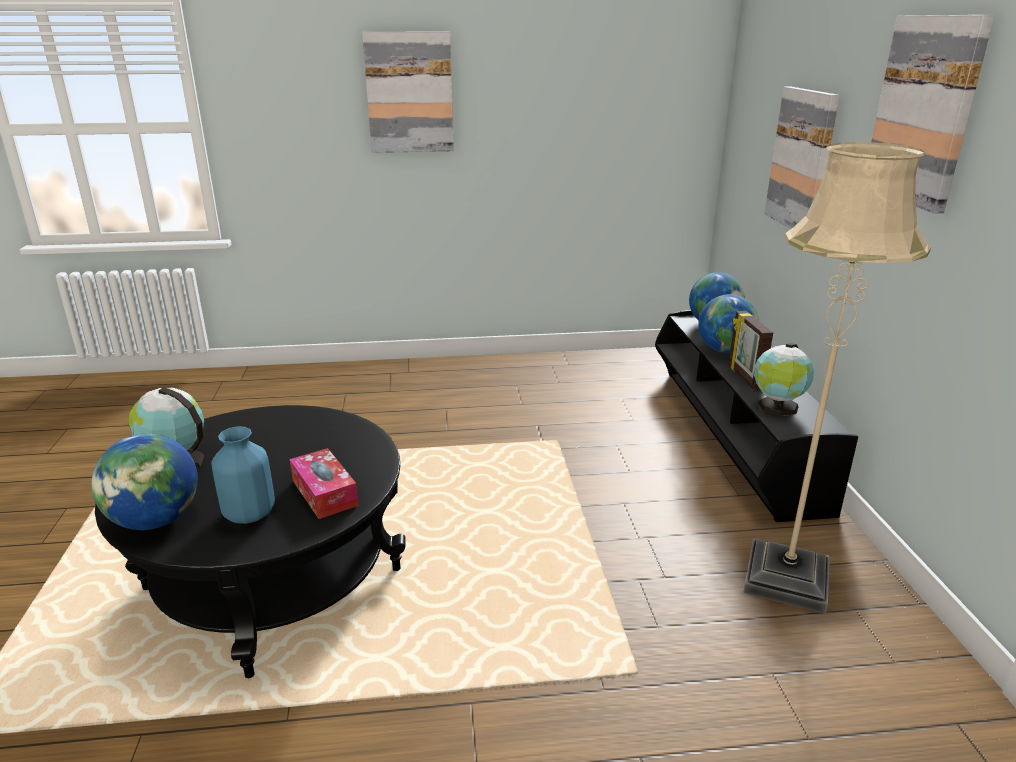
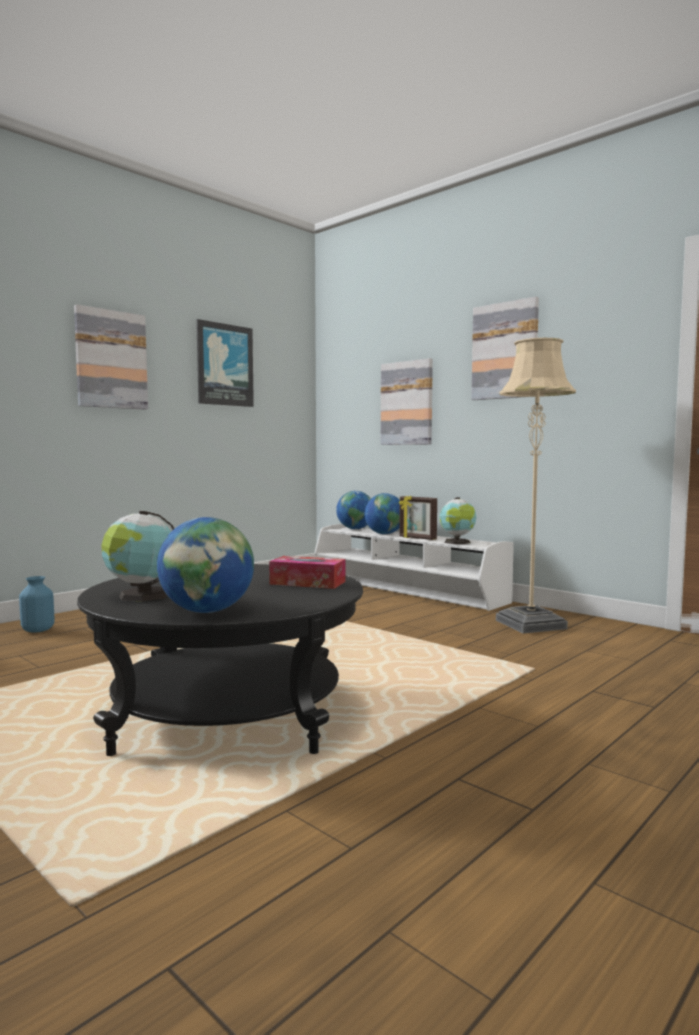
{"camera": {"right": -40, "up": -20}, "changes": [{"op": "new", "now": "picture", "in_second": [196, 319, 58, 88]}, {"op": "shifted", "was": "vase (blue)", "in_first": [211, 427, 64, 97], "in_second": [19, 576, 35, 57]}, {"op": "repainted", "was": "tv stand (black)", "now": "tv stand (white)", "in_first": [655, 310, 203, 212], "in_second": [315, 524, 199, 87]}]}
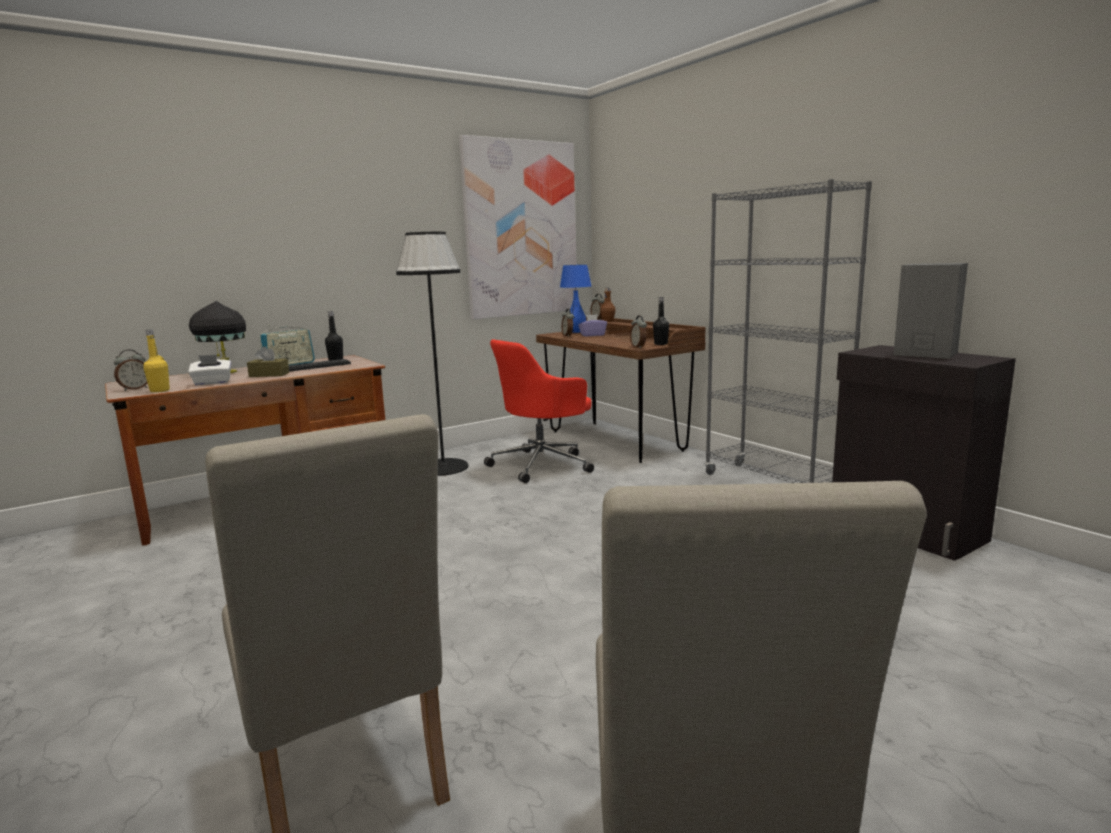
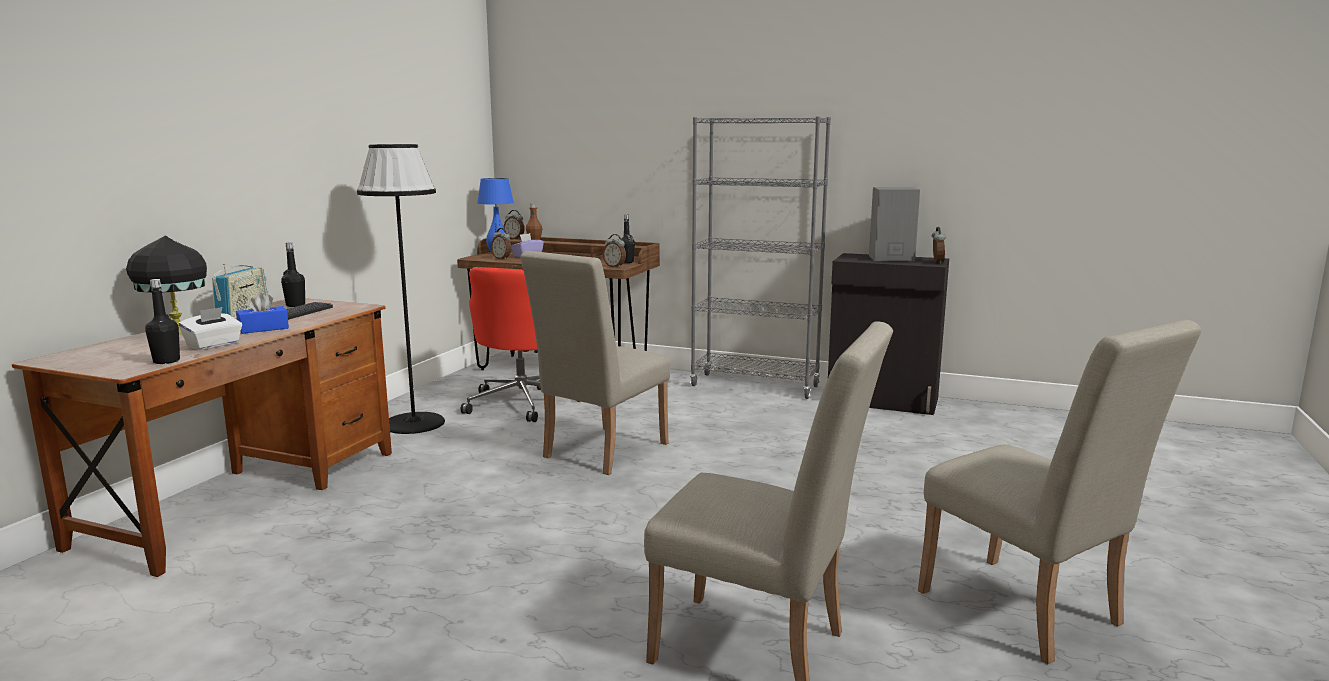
{"camera": {"right": -35, "up": 0}, "changes": [{"op": "gone", "was": "picture", "in_first": [459, 135, 118, 184]}, {"op": "new", "now": "chair (beige)", "in_second": [520, 251, 150, 224]}, {"op": "shifted", "was": "alarm clock", "in_first": [114, 350, 33, 41], "in_second": [932, 227, 14, 37]}, {"op": "repainted", "was": "bottle (yellow)", "now": "bottle (black)", "in_first": [143, 329, 27, 63], "in_second": [145, 279, 35, 85]}, {"op": "repainted", "was": "tissue box (brown)", "now": "tissue box (blue)", "in_first": [247, 347, 42, 30], "in_second": [236, 292, 53, 42]}]}
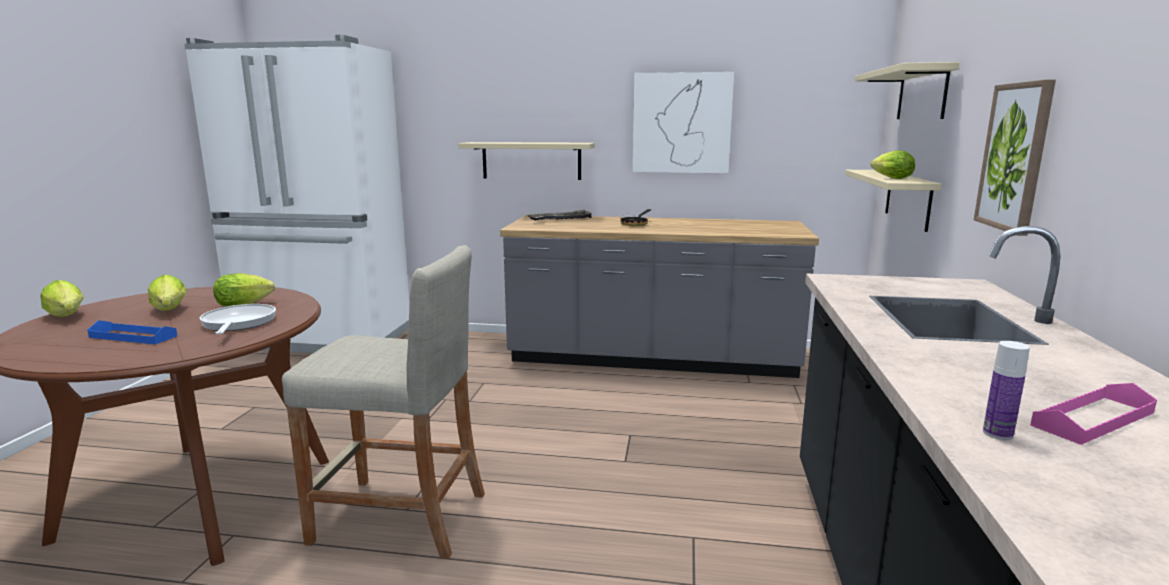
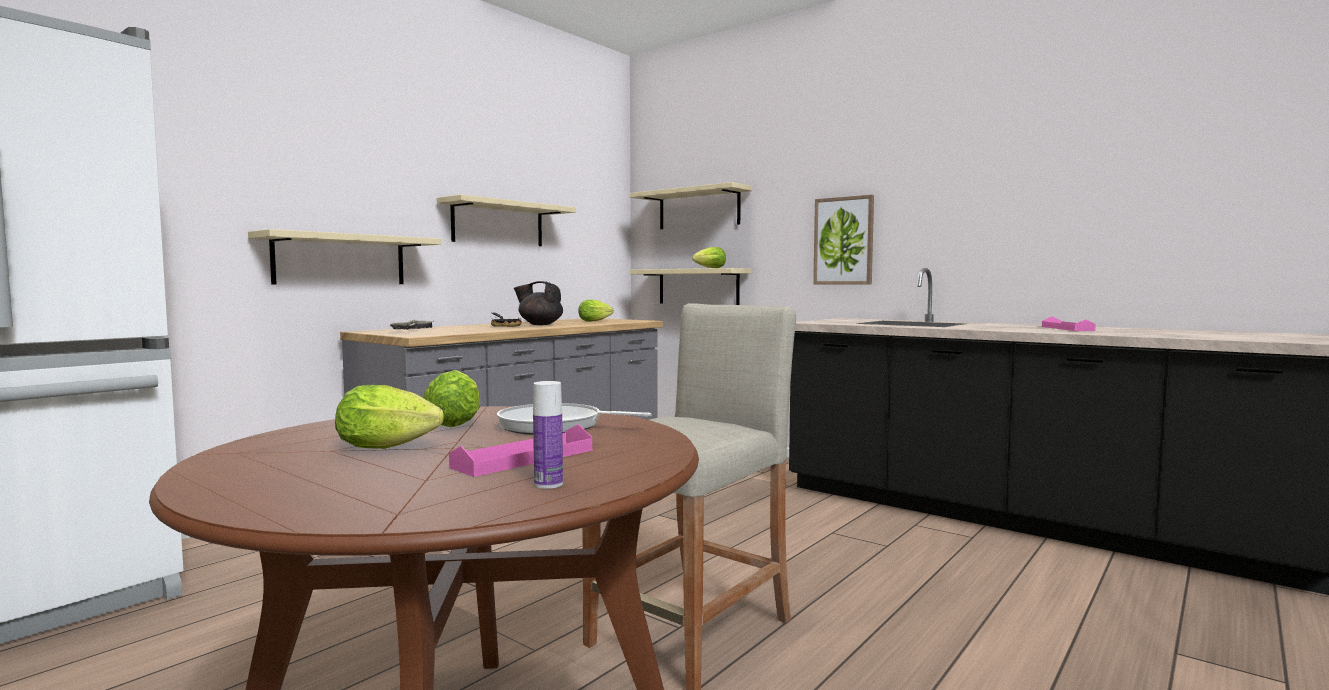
{"camera": {"right": -60, "up": -10}, "changes": [{"op": "new", "now": "teapot (black)", "in_second": [514, 281, 49, 44]}, {"op": "shifted", "was": "lettuce", "in_first": [40, 280, 44, 37], "in_second": [578, 300, 36, 22]}, {"op": "shifted", "was": "bottle", "in_first": [983, 341, 47, 99], "in_second": [533, 381, 30, 108]}, {"op": "swapped", "was": "picture", "now": "shelf (beige)", "in_first": [632, 72, 102, 101], "in_second": [437, 194, 139, 52]}, {"op": "repainted", "was": "tray (blue)", "now": "tray (pink)", "in_first": [87, 320, 90, 25], "in_second": [449, 424, 143, 53]}]}
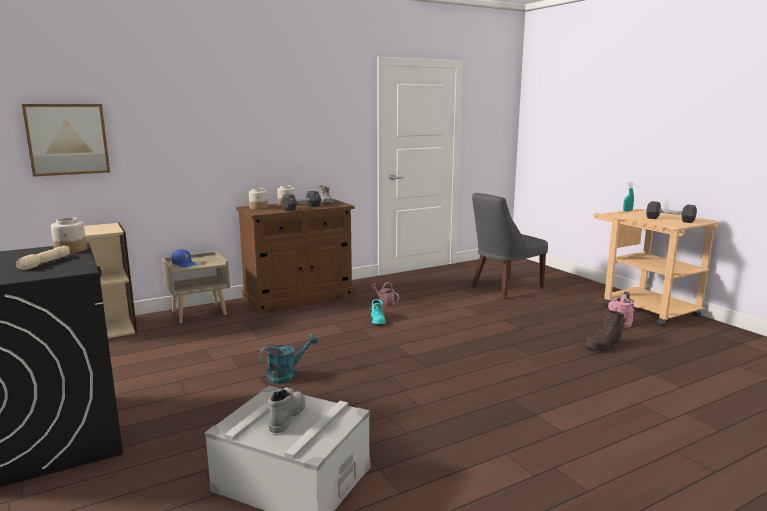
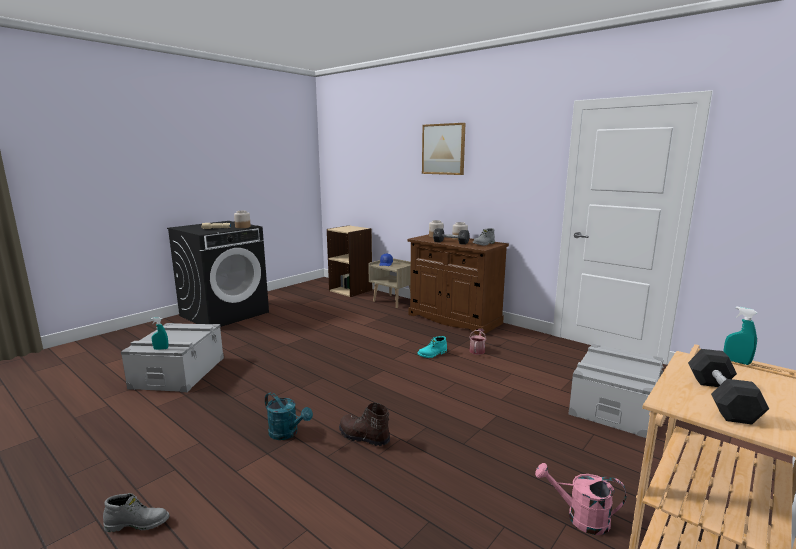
{"camera": {"right": 70, "up": 0}, "changes": [{"op": "new", "now": "spray bottle (turquoise)", "in_second": [151, 317, 17, 33]}, {"op": "shifted", "was": "picture", "in_first": [22, 104, 88, 73], "in_second": [422, 123, 43, 52]}, {"op": "shifted", "was": "watering can (turquoise)", "in_first": [259, 334, 59, 50], "in_second": [265, 392, 48, 48]}, {"op": "shifted", "was": "boot (grey)", "in_first": [268, 389, 38, 44], "in_second": [103, 493, 66, 39]}, {"op": "shifted", "was": "boot (brown)", "in_first": [584, 311, 42, 41], "in_second": [339, 402, 51, 44]}, {"op": "swapped", "was": "chair (grey)", "now": "storage box (grey)", "in_first": [471, 193, 77, 106], "in_second": [568, 344, 96, 94]}]}
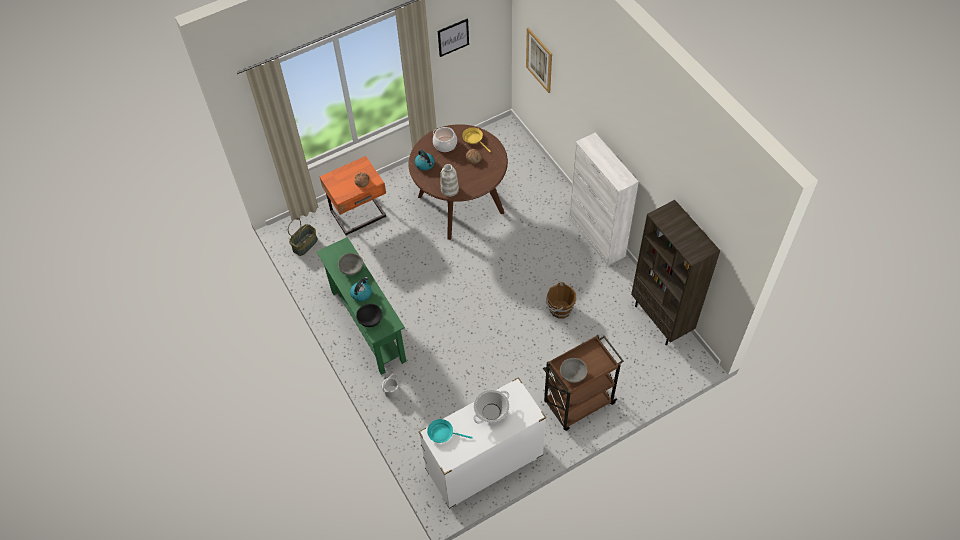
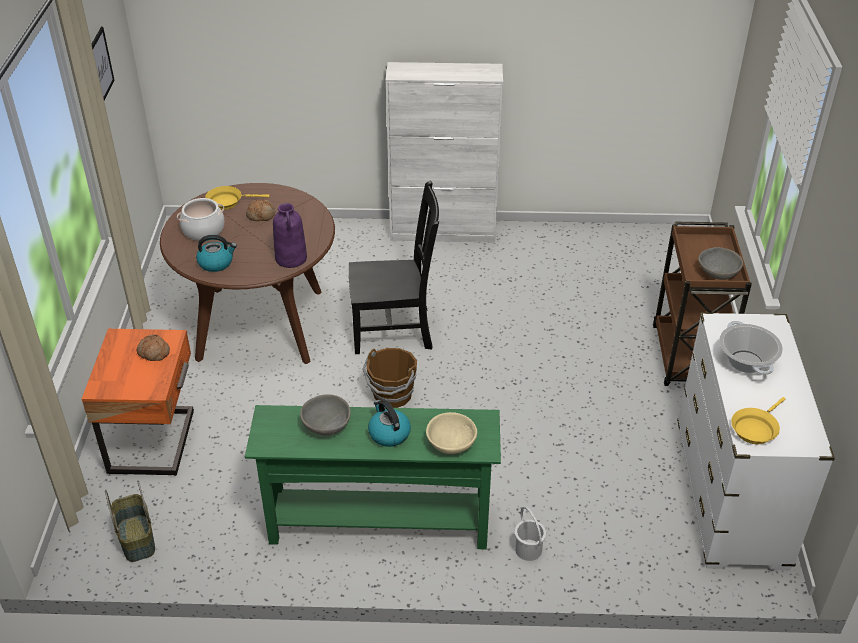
{"camera": {"right": -60, "up": -15}, "changes": [{"op": "gone", "was": "picture", "in_first": [526, 28, 26, 65]}, {"op": "gone", "was": "bookcase (brown)", "in_first": [631, 200, 89, 145]}, {"op": "new", "now": "chair (black)", "in_second": [349, 180, 90, 174]}, {"op": "shifted", "was": "bucket (brown)", "in_first": [546, 282, 31, 36], "in_second": [363, 348, 54, 60]}, {"op": "repainted", "was": "bowl (black)", "now": "bowl (beige)", "in_first": [356, 304, 26, 23], "in_second": [426, 412, 51, 42]}, {"op": "repainted", "was": "frying pan (turquoise)", "now": "frying pan (yellow)", "in_first": [427, 419, 45, 24], "in_second": [731, 397, 54, 47]}, {"op": "repainted", "was": "vase (white)", "now": "vase (purple)", "in_first": [440, 164, 19, 33], "in_second": [273, 203, 34, 65]}]}
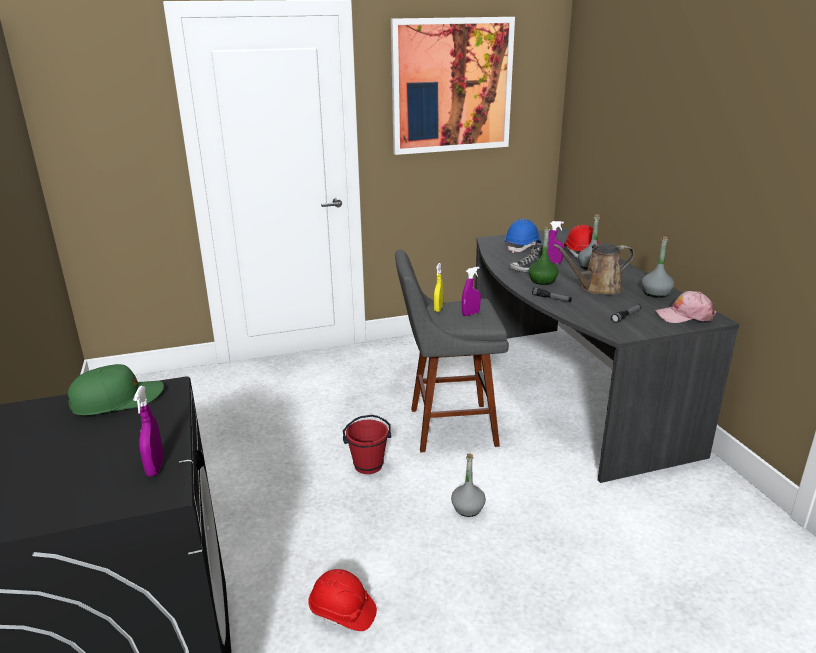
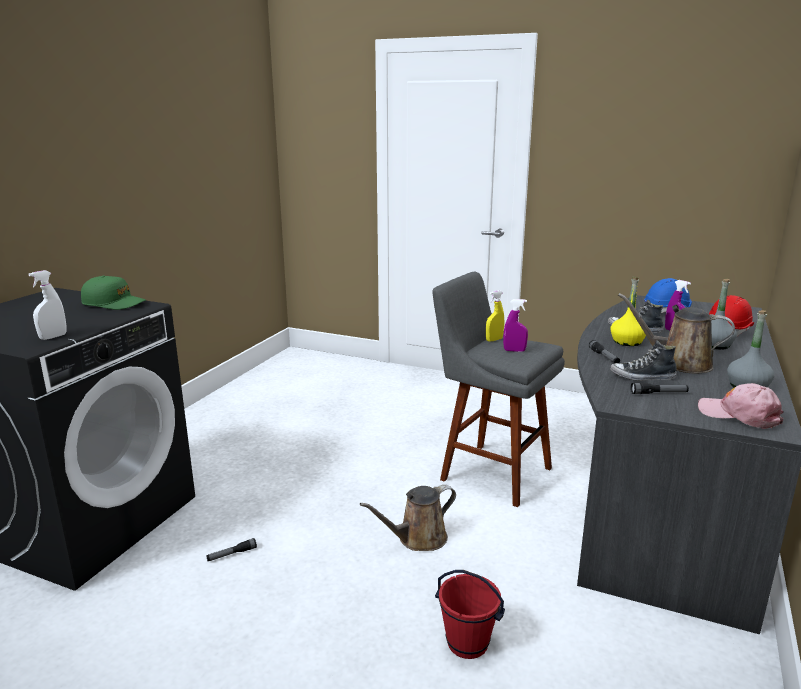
{"camera": {"right": 40, "up": -5}, "changes": [{"op": "gone", "was": "picture", "in_first": [391, 17, 124, 138]}, {"op": "new", "now": "shoe", "in_second": [610, 340, 67, 41]}, {"op": "shifted", "was": "bucket (red)", "in_first": [343, 415, 48, 59], "in_second": [435, 570, 70, 89]}, {"op": "swapped", "was": "hard hat (red)", "now": "flashlight", "in_first": [308, 569, 69, 62], "in_second": [206, 538, 51, 23]}, {"op": "swapped", "was": "bottle (grey)", "now": "watering can (brown)", "in_first": [451, 453, 35, 64], "in_second": [360, 485, 96, 66]}, {"op": "repainted", "was": "spray bottle (purple)", "now": "spray bottle (white)", "in_first": [133, 386, 31, 90], "in_second": [28, 270, 39, 70]}, {"op": "repainted", "was": "bottle (green)", "now": "bottle (yellow)", "in_first": [529, 227, 30, 58], "in_second": [610, 277, 36, 69]}]}
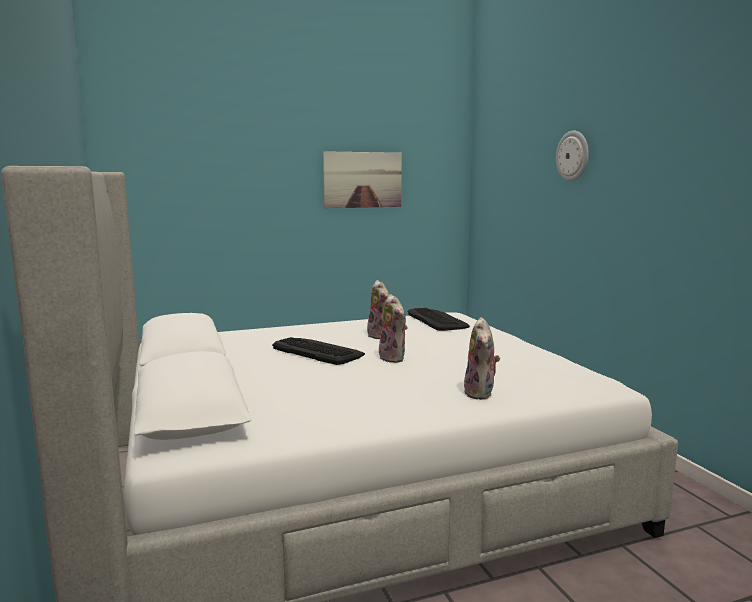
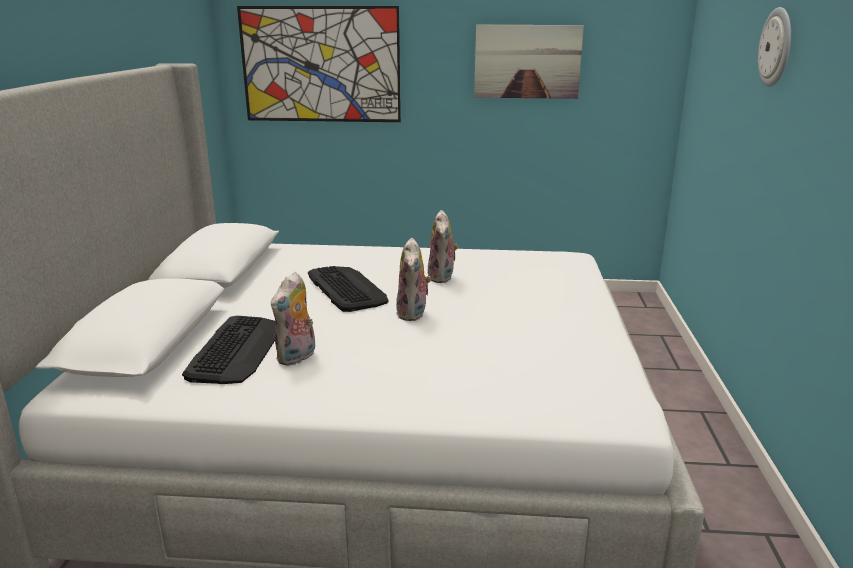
{"camera": {"right": 25, "up": 10}, "changes": [{"op": "new", "now": "picture", "in_second": [237, 6, 164, 116]}, {"op": "shifted", "was": "keyboard", "in_first": [408, 308, 62, 23], "in_second": [182, 316, 93, 68]}, {"op": "shifted", "was": "plush toy", "in_first": [463, 317, 37, 83], "in_second": [271, 272, 44, 94]}]}
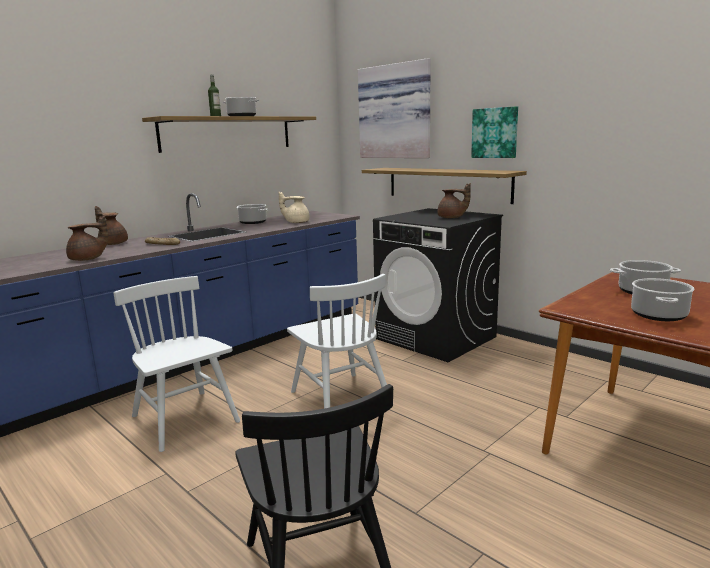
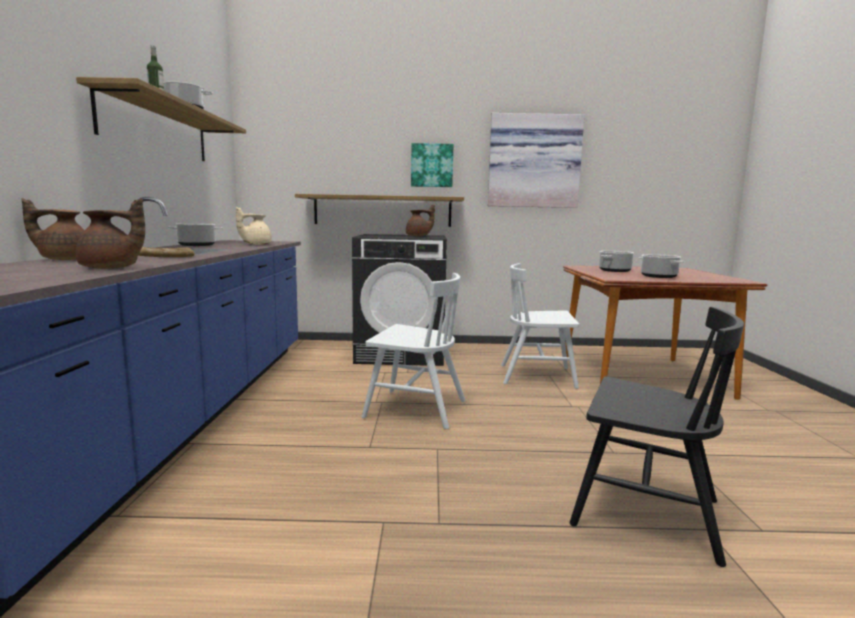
{"camera": {"right": -45, "up": -5}, "changes": [{"op": "shifted", "was": "chair (white)", "in_first": [113, 276, 127, 176], "in_second": [501, 263, 78, 126]}, {"op": "shifted", "was": "picture", "in_first": [358, 58, 73, 100], "in_second": [488, 113, 96, 95]}, {"op": "rotated", "was": "teapot (brown)", "in_first": [66, 215, 42, 46], "in_second": [76, 199, 69, 70], "clockwise": 75}]}
